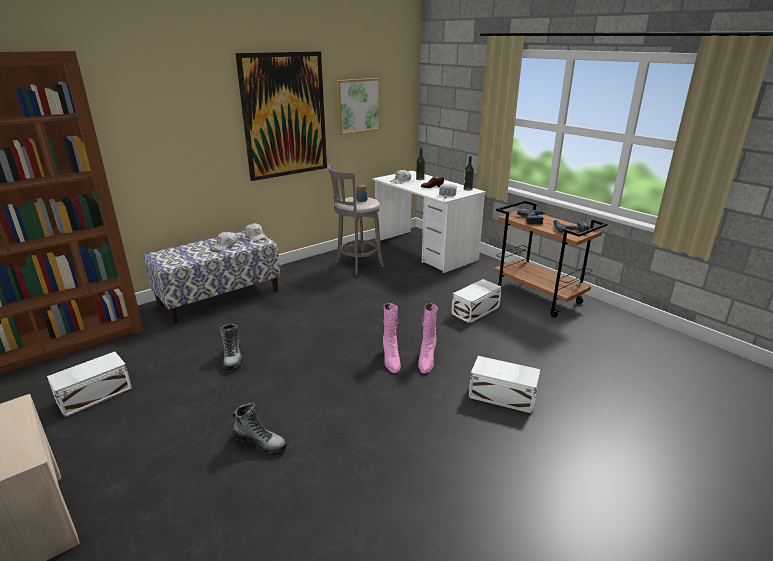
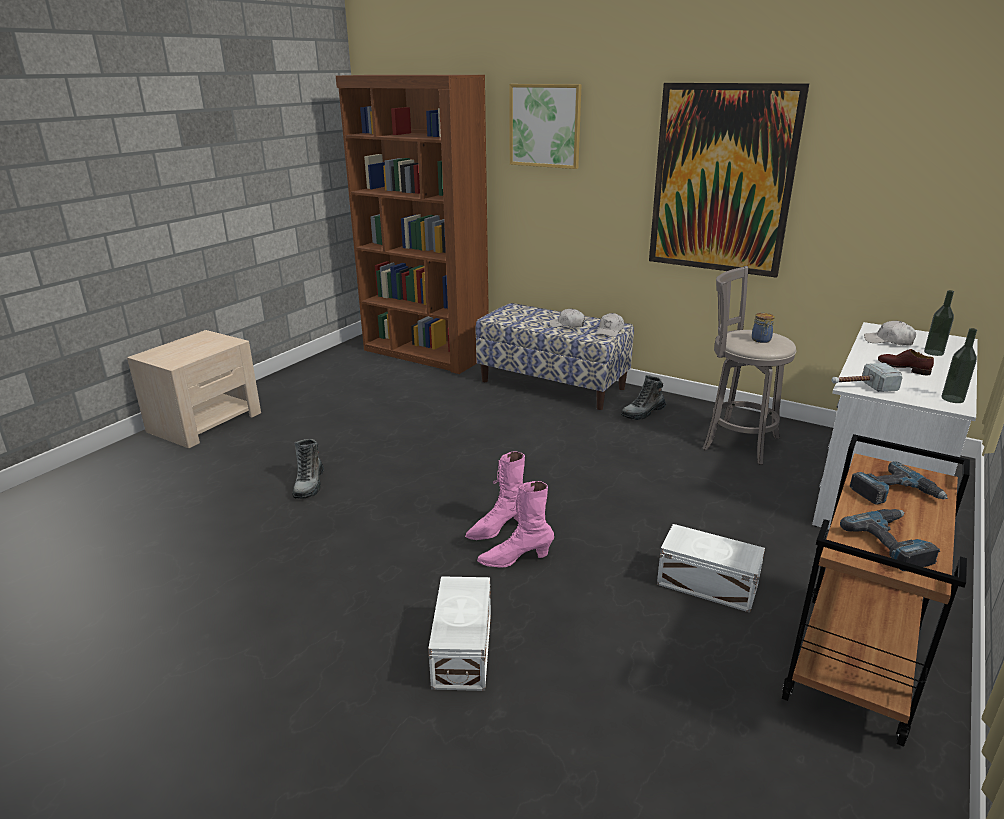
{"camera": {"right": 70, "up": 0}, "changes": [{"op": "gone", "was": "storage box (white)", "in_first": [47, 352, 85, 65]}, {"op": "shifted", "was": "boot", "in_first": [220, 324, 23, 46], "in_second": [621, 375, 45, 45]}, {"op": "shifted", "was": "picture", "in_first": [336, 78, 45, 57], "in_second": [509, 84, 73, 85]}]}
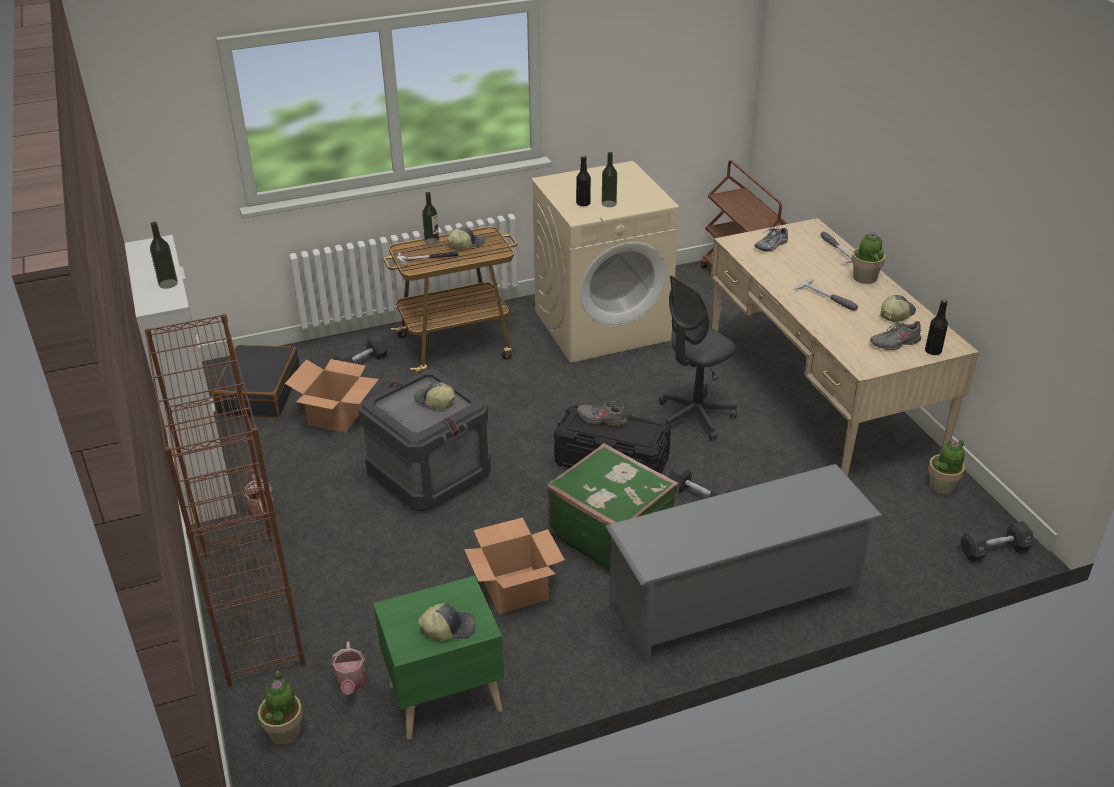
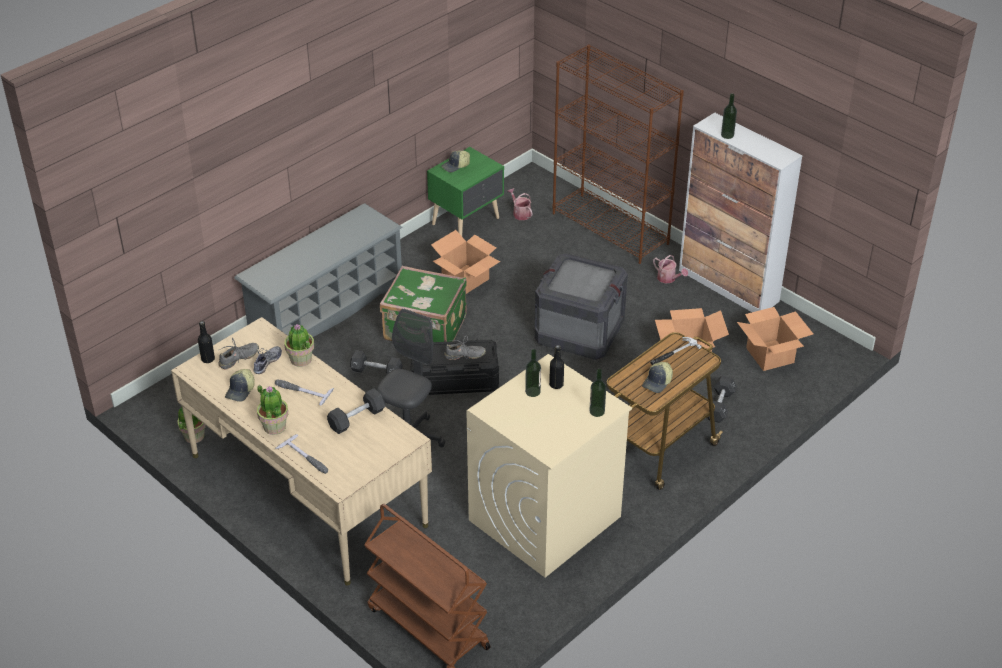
{"camera": {"right": 155, "up": 5}, "changes": [{"op": "gone", "was": "cap", "in_first": [414, 382, 41, 27]}, {"op": "shifted", "was": "potted plant", "in_first": [258, 671, 45, 74], "in_second": [284, 325, 30, 42]}, {"op": "shifted", "was": "bottle", "in_first": [422, 192, 17, 53], "in_second": [589, 369, 17, 48]}, {"op": "shifted", "was": "shoe", "in_first": [755, 225, 33, 27], "in_second": [254, 346, 28, 28]}, {"op": "shifted", "was": "dumbbell (black)", "in_first": [961, 521, 73, 41], "in_second": [327, 388, 58, 46]}, {"op": "swapped", "was": "suitcase (black)", "now": "cardboard box", "in_first": [213, 345, 87, 72], "in_second": [737, 307, 76, 64]}]}
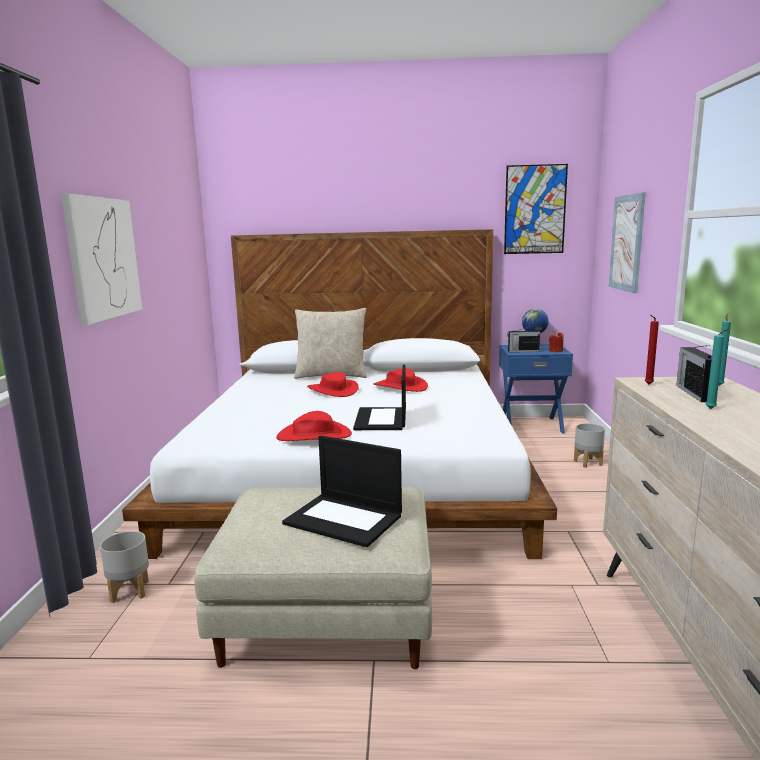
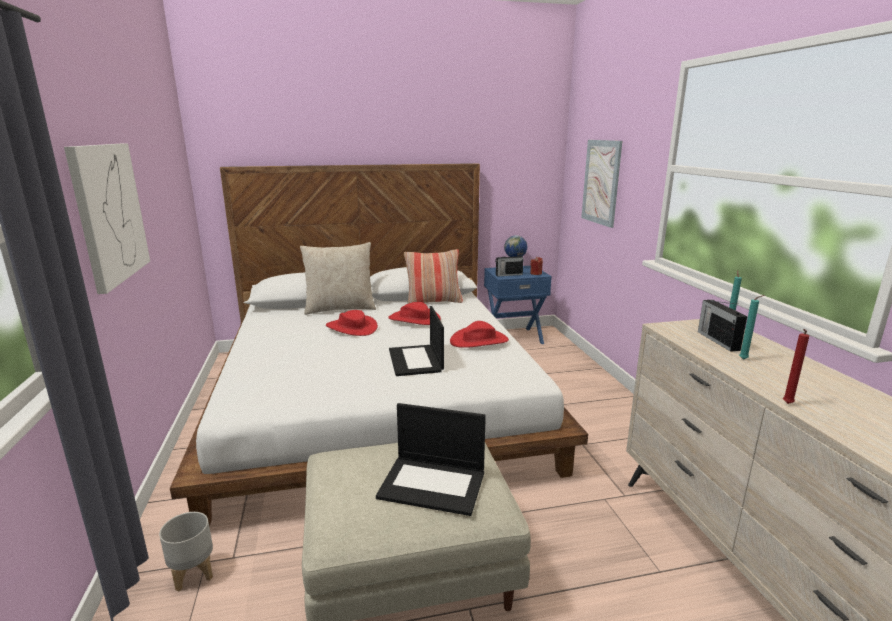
{"camera": {"right": -15, "up": 5}, "changes": [{"op": "gone", "was": "picture", "in_first": [504, 164, 64, 90]}, {"op": "gone", "was": "planter (grey)", "in_first": [574, 423, 31, 45]}, {"op": "new", "now": "pillow", "in_second": [404, 249, 59, 55]}, {"op": "shifted", "was": "hat (red)", "in_first": [276, 411, 76, 30], "in_second": [450, 321, 59, 27]}, {"op": "shifted", "was": "candle (red)", "in_first": [645, 315, 14, 69], "in_second": [783, 329, 26, 75]}]}
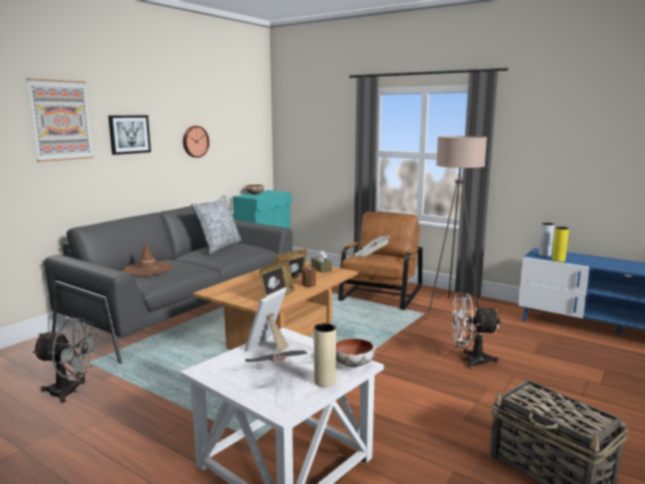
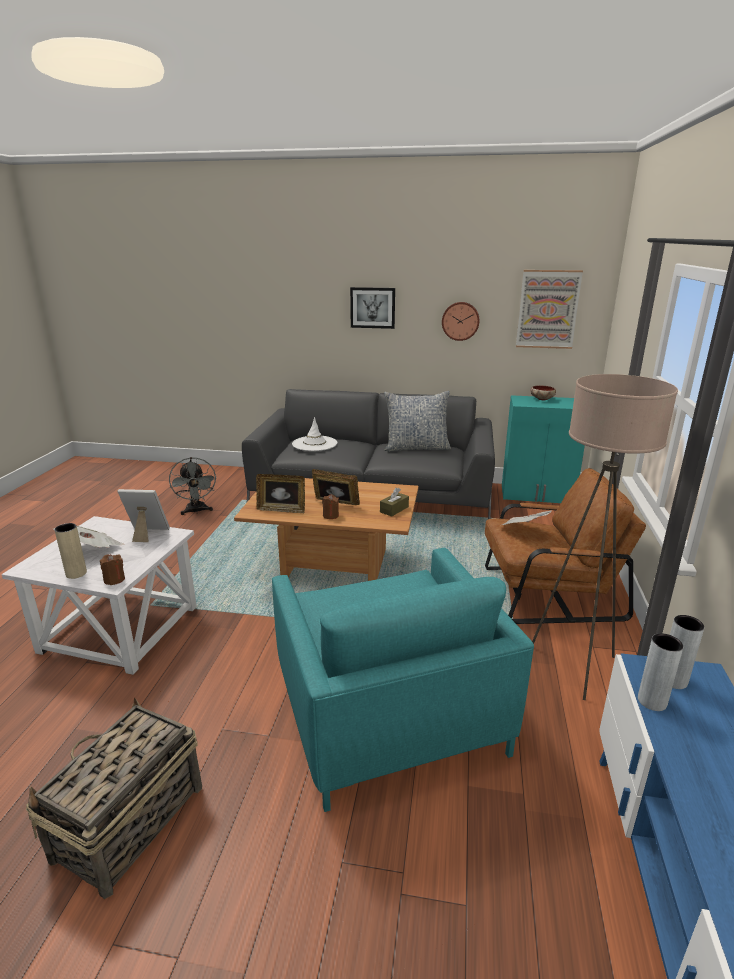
{"camera": {"right": 65, "up": 10}, "changes": [{"op": "shifted", "was": "picture", "in_first": [26, 78, 68, 84], "in_second": [516, 270, 67, 79]}, {"op": "swapped", "was": "bowl", "now": "candle (brown)", "in_first": [336, 338, 39, 29], "in_second": [100, 554, 25, 31]}, {"op": "swapped", "was": "fan (white)", "now": "armchair (turquoise)", "in_first": [452, 293, 48, 75], "in_second": [272, 548, 262, 264]}, {"op": "repainted", "was": "hat (brown)", "now": "hat (white)", "in_first": [123, 241, 50, 35], "in_second": [292, 417, 45, 34]}, {"op": "repainted", "was": "vase (yellow)", "now": "vase (grey)", "in_first": [552, 227, 17, 35], "in_second": [638, 633, 45, 78]}]}
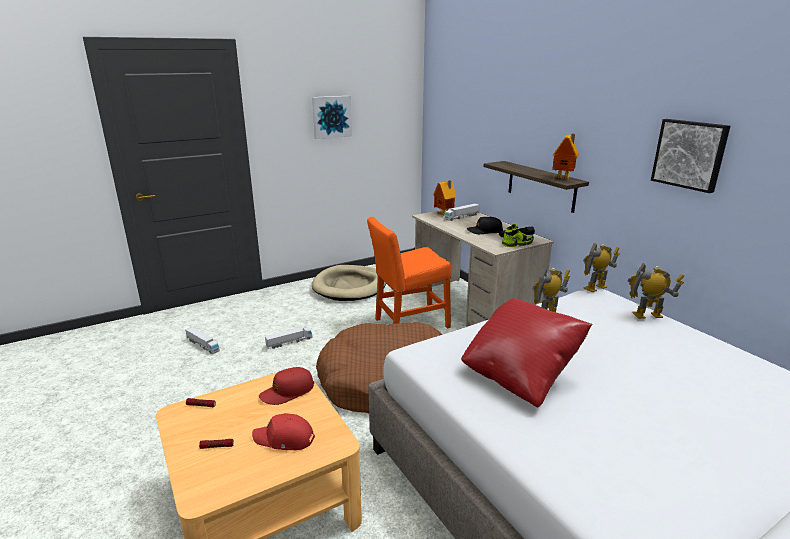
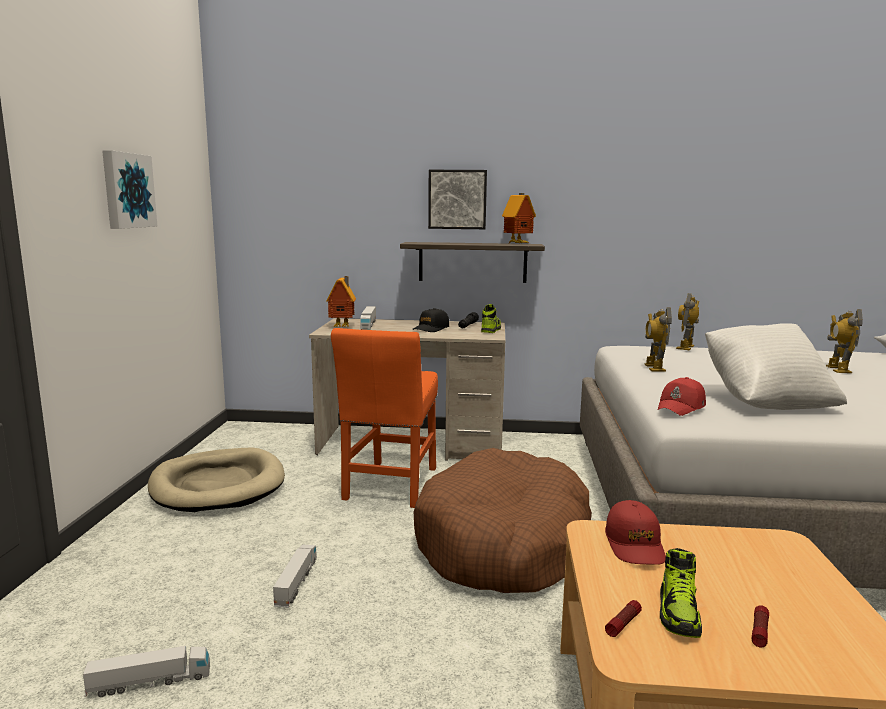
{"camera": {"right": -55, "up": -10}, "changes": [{"op": "new", "now": "shoe", "in_second": [660, 548, 42, 90]}, {"op": "shifted", "was": "cap (red)", "in_first": [252, 413, 63, 37], "in_second": [657, 377, 49, 39]}, {"op": "shifted", "was": "toy robot", "in_first": [583, 243, 37, 49], "in_second": [826, 309, 37, 64]}, {"op": "shifted", "was": "picture", "in_first": [651, 119, 79, 74], "in_second": [428, 170, 59, 59]}, {"op": "repainted", "was": "pillow (red)", "now": "pillow (white)", "in_first": [461, 298, 132, 110], "in_second": [705, 324, 142, 86]}]}
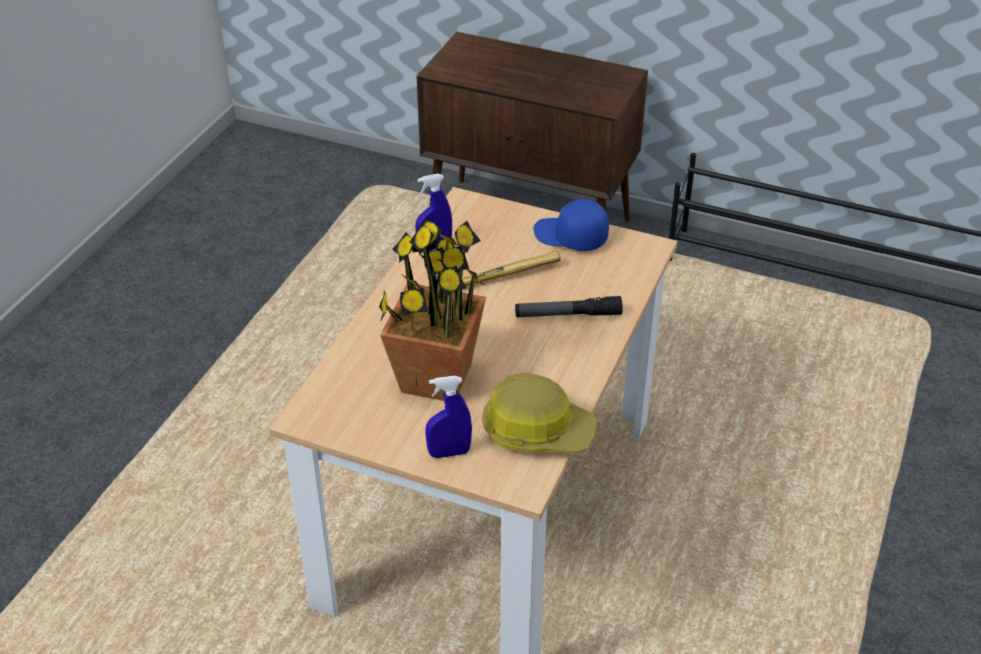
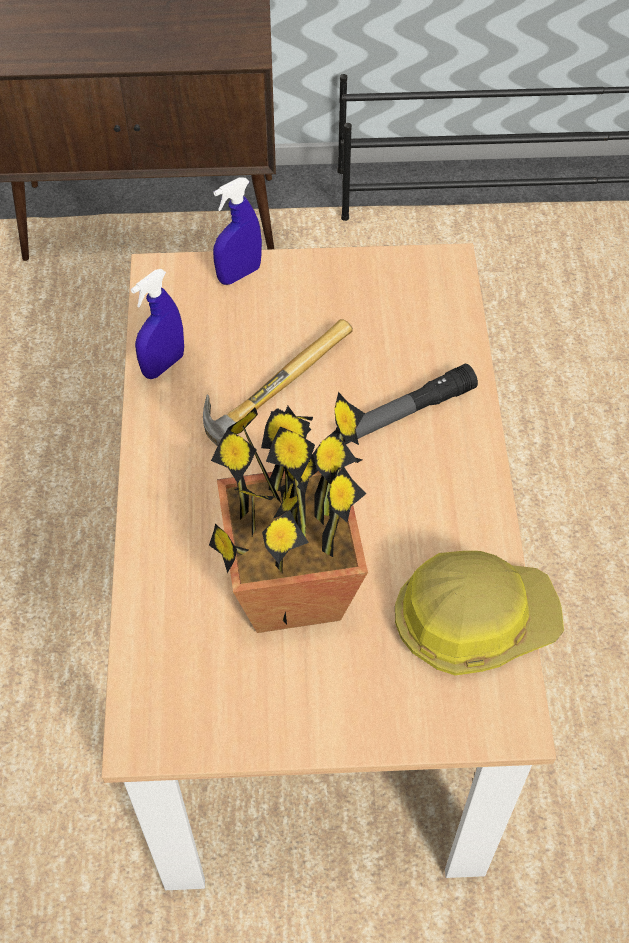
{"camera": {"right": -25, "up": 15}, "changes": [{"op": "gone", "was": "cap (blue)", "in_first": [534, 199, 75, 52]}, {"op": "shifted", "was": "spray bottle (blue)", "in_first": [425, 376, 47, 82], "in_second": [213, 177, 49, 108]}]}
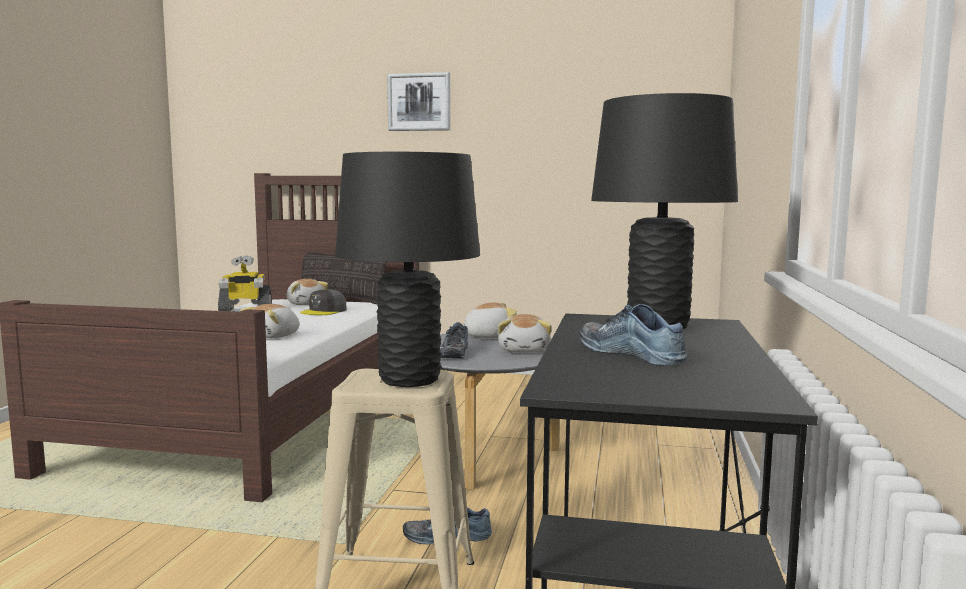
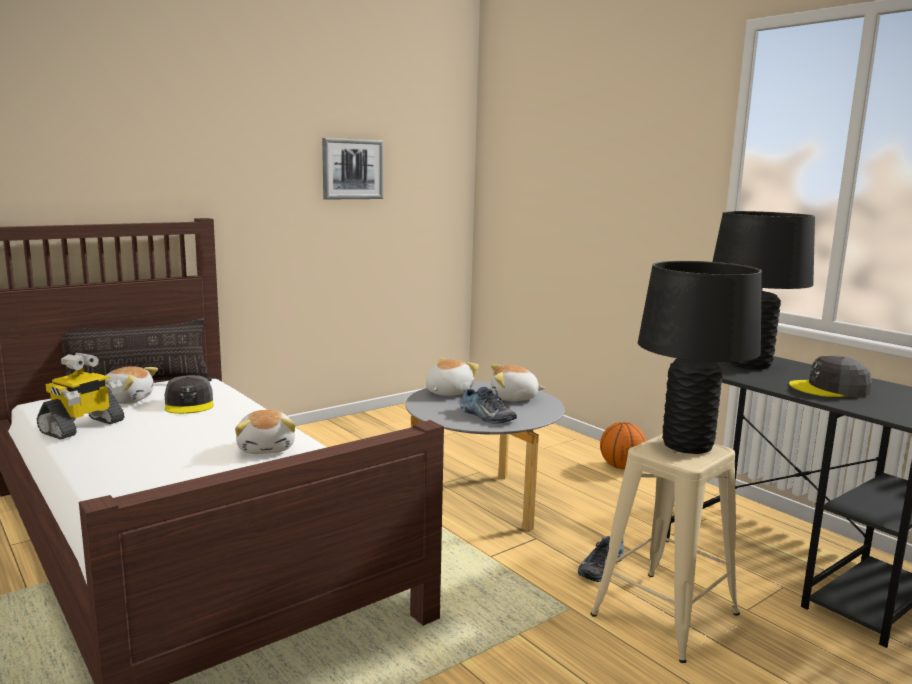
{"camera": {"right": -50, "up": 5}, "changes": [{"op": "new", "now": "basketball", "in_second": [600, 422, 46, 47]}, {"op": "shifted", "was": "picture", "in_first": [387, 72, 64, 59], "in_second": [322, 138, 61, 61]}, {"op": "swapped", "was": "shoe", "now": "cap (grey)", "in_first": [580, 304, 107, 62], "in_second": [789, 355, 83, 42]}, {"op": "rotated", "was": "plush toy", "in_first": [498, 314, 54, 39], "in_second": [491, 365, 54, 36], "clockwise": 135}]}
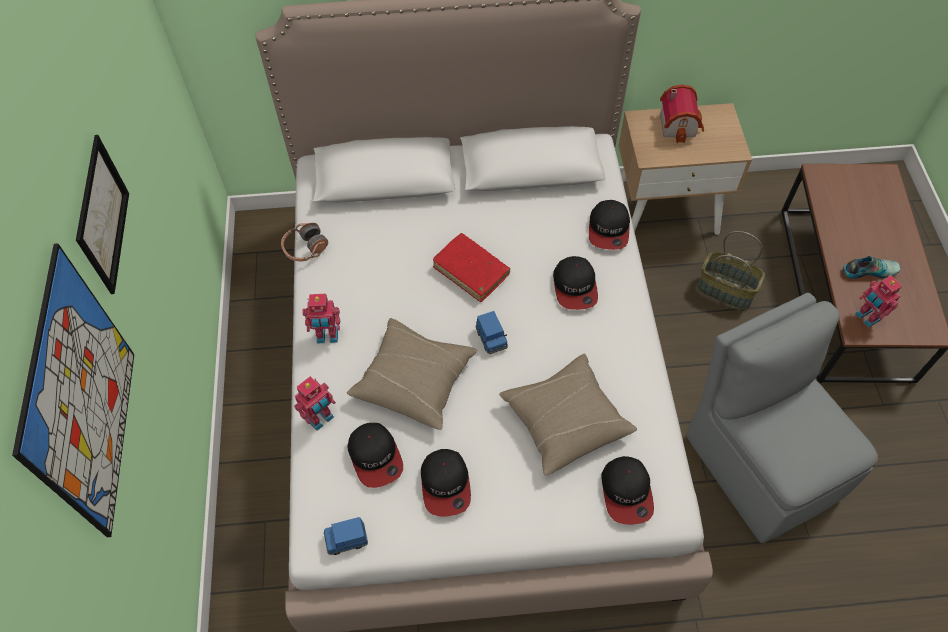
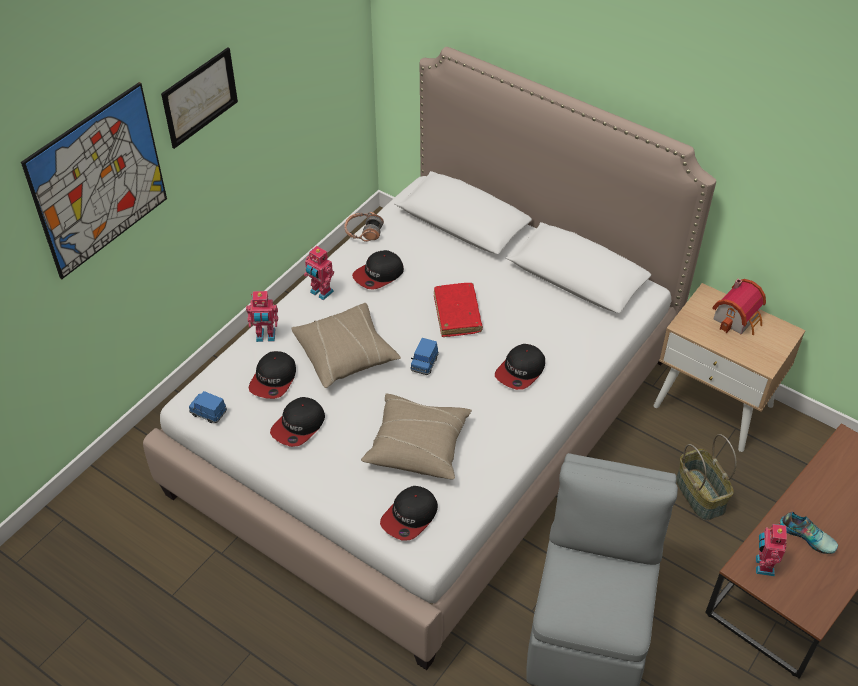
{"camera": {"right": 40, "up": -10}, "changes": [{"op": "shifted", "was": "cap", "in_first": [589, 200, 41, 50], "in_second": [352, 250, 52, 40]}]}
